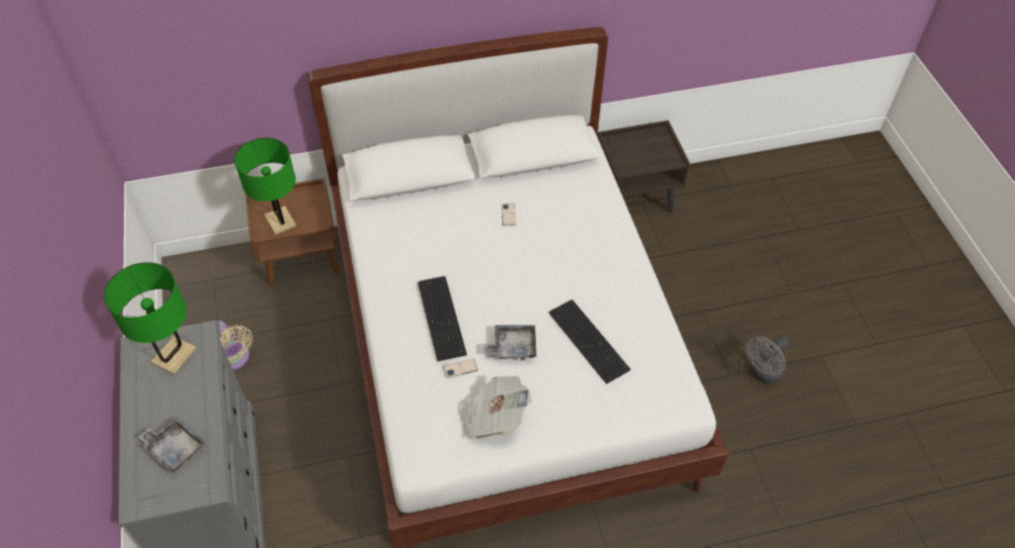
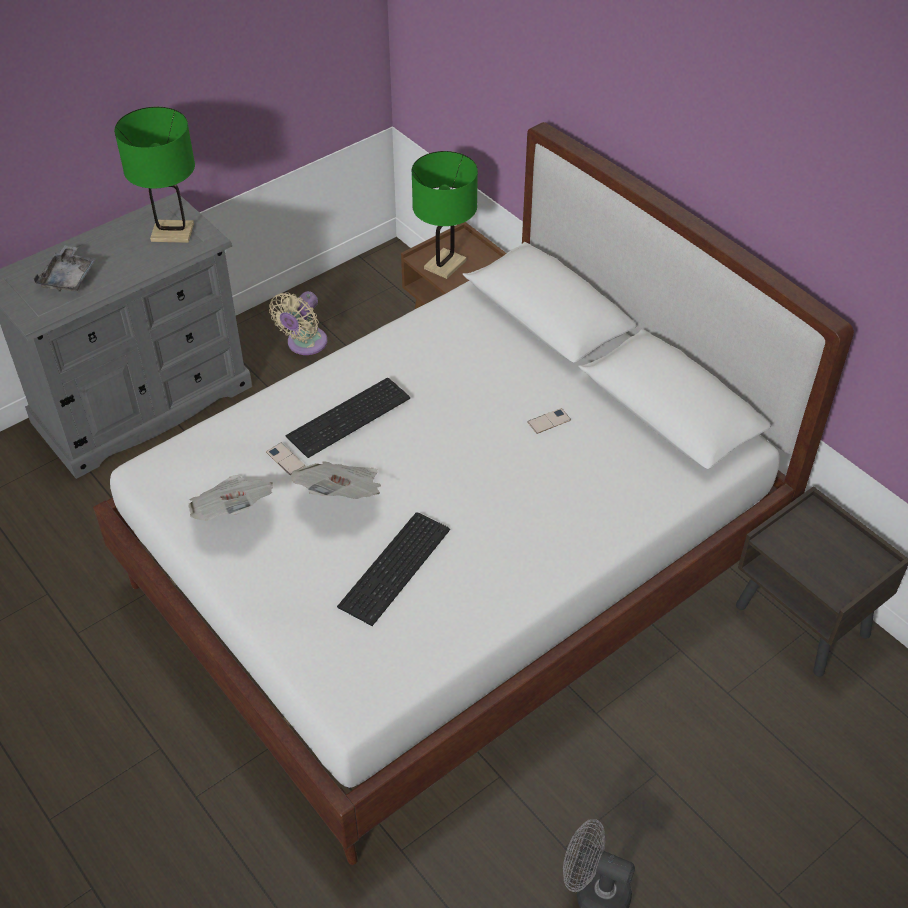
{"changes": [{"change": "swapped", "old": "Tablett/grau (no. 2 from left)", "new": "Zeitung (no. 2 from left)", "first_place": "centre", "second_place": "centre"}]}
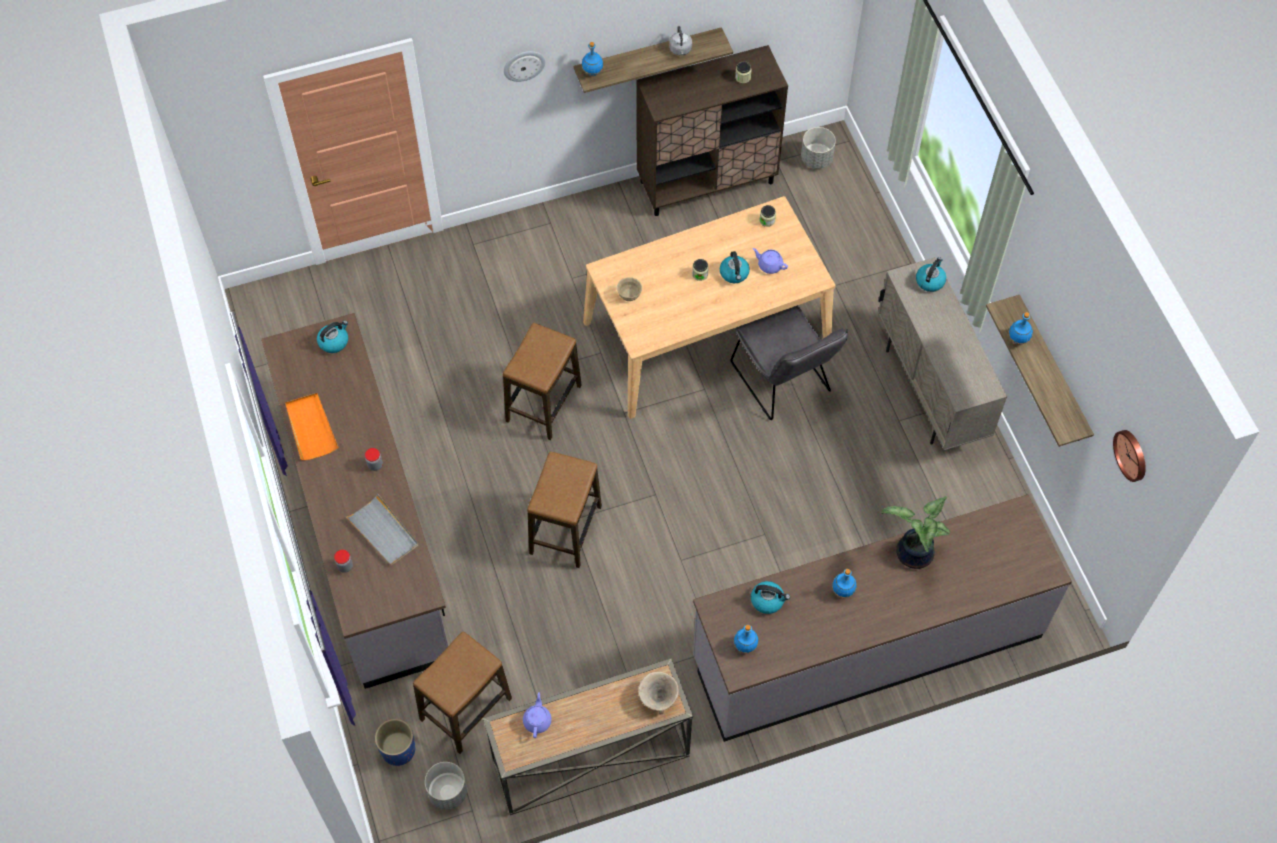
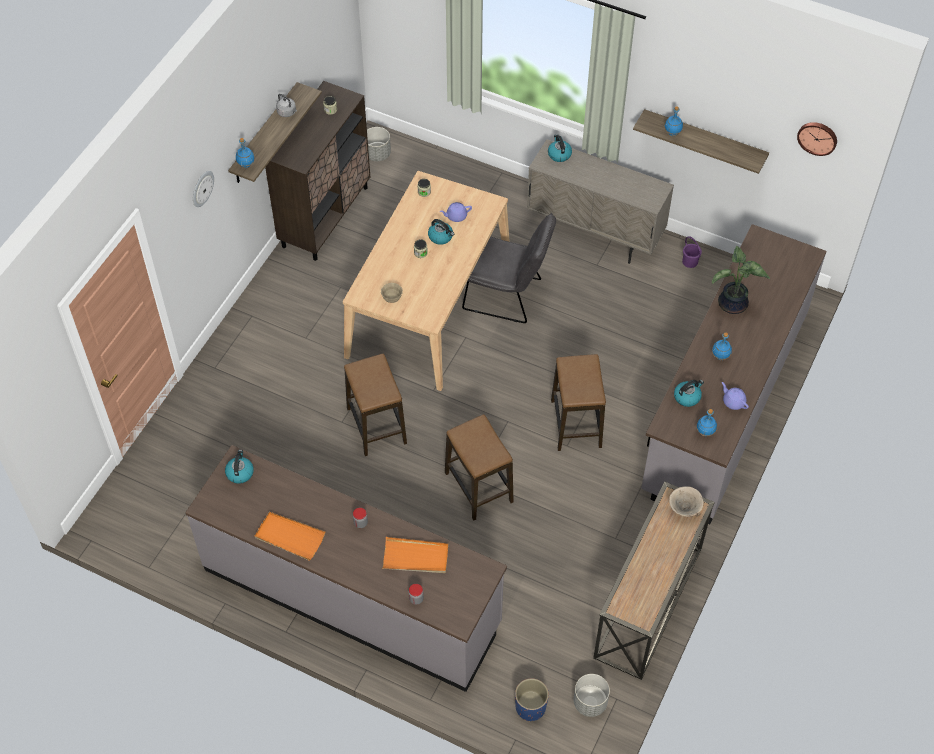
{"changes": [{"change": "repainted", "old": "Tablett/grau", "new": "Tablett/orange (no. 2 from left)", "first_place": "middle left", "second_place": "bottom centre"}, {"change": "shifted", "old": "Hocker (no. 1 from left in the first image)", "new": "Hocker (no. 3 from left)", "first_place": "bottom centre", "second_place": "centre"}, {"change": "shifted", "old": "Teekanne/lila (no. 1 from left in the first image)", "new": "Teekanne/lila (no. 2 from left)", "first_place": "bottom centre", "second_place": "middle right"}, {"change": "new", "new": "Eimer/lila", "second_place": "middle right"}]}
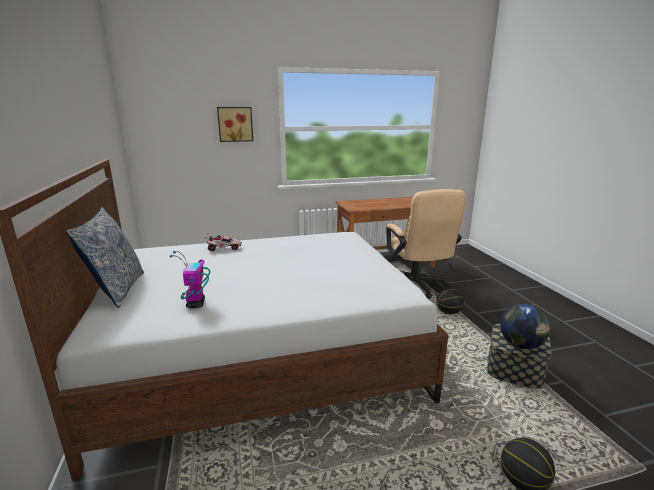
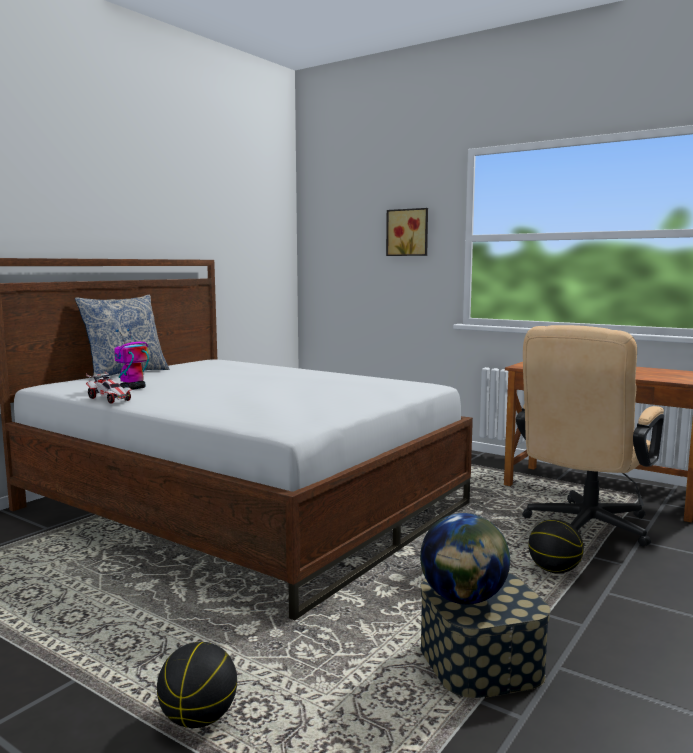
{"changes": [{"change": "shifted", "old": "Spielzeugauto", "first_place": "centre", "second_place": "middle left"}]}
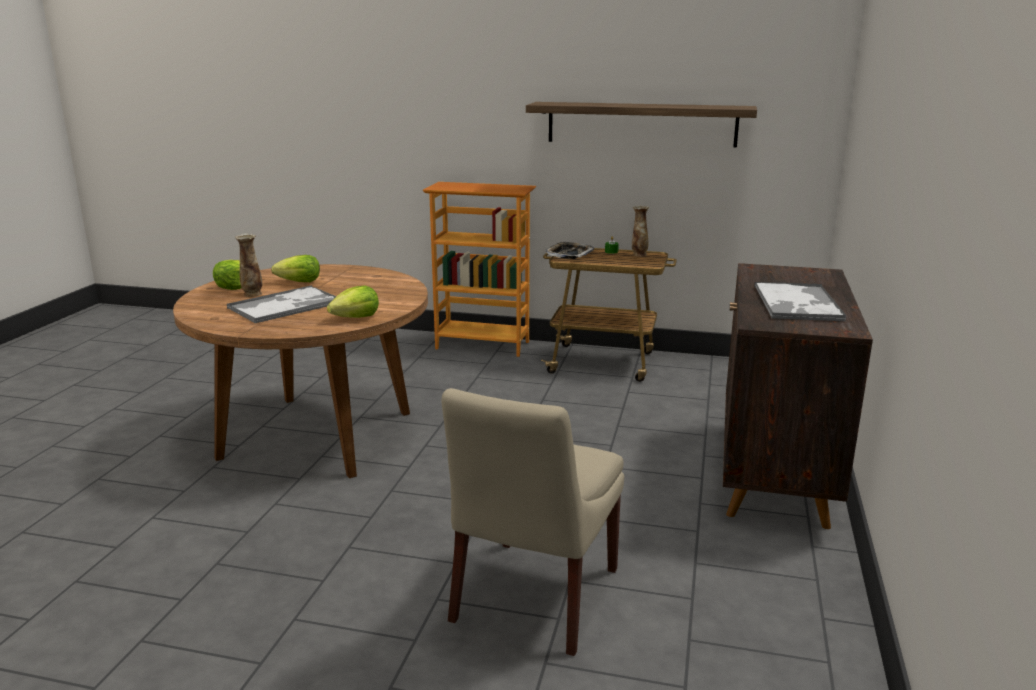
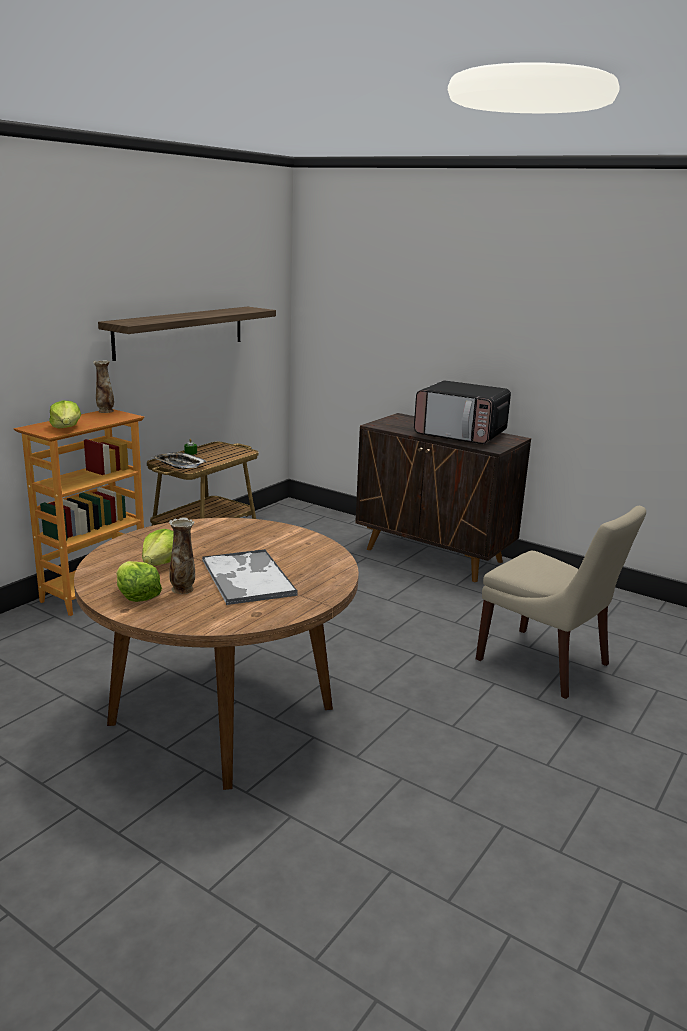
{"changes": [{"change": "shifted", "old": "Vase (no. 2 from left in the first image)", "new": "Vase (no. 1 from left)", "first_place": "centre", "second_place": "middle left"}, {"change": "swapped", "old": "Tablett (no. 3 from left)", "new": "Mikrowelle", "first_place": "middle right", "second_place": "middle right"}, {"change": "shifted", "old": "Salatkopf (no. 3 from left in the first image)", "new": "Salatkopf (no. 1 from left)", "first_place": "centre", "second_place": "middle left"}]}
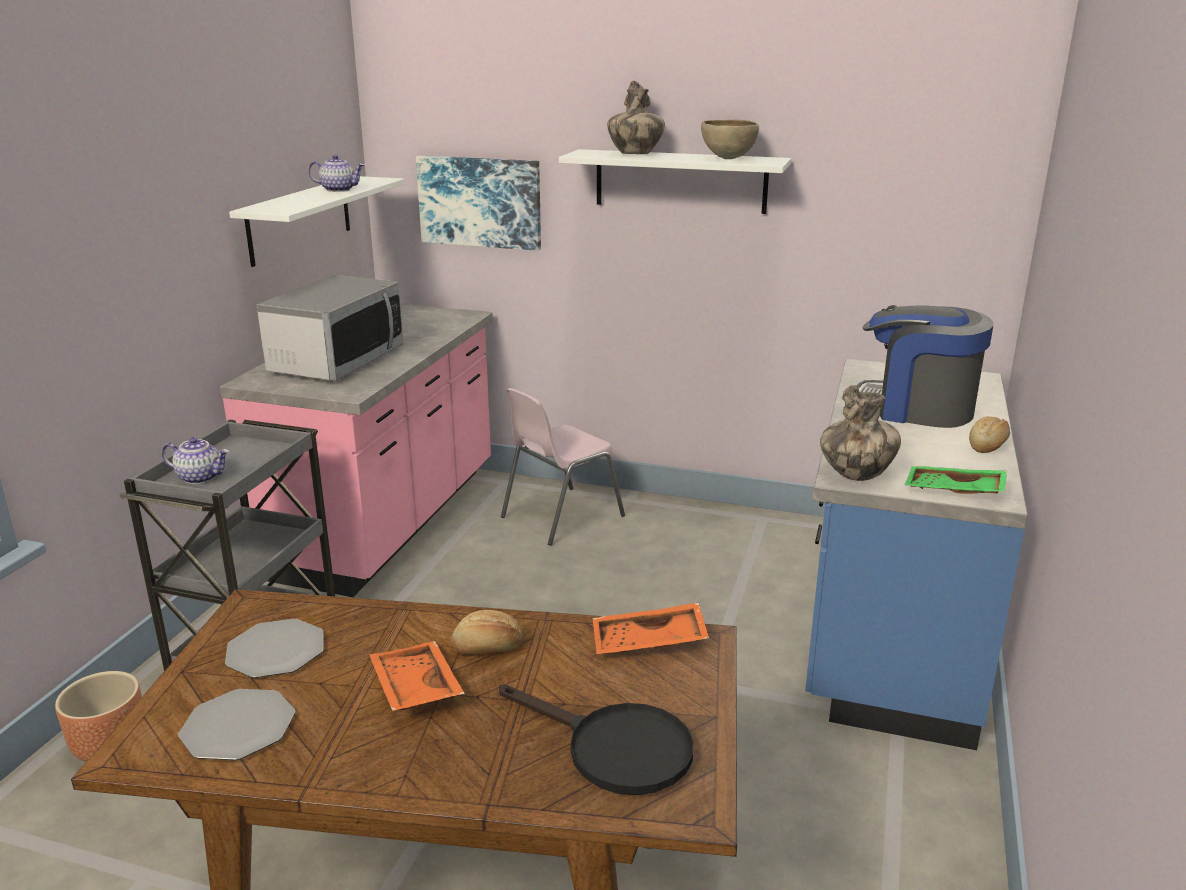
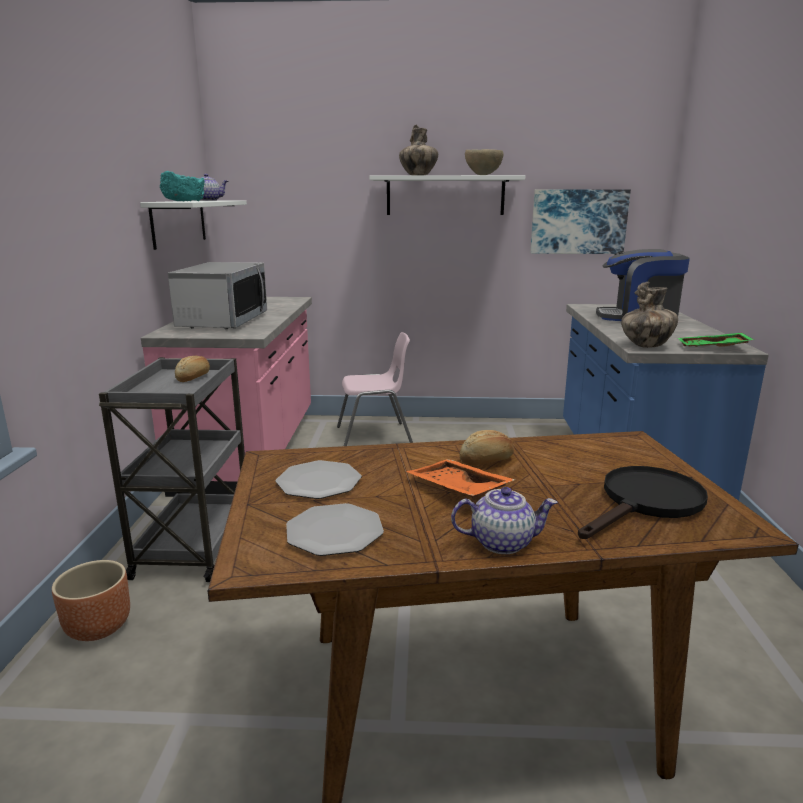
{"changes": [{"change": "shifted", "old": "Bild", "first_place": "top centre", "second_place": "top right"}, {"change": "rotated", "old": "Stuhl/rosa", "first_place": "centre", "second_place": "centre", "degrees": -135}, {"change": "shifted", "old": "Brot (no. 2 from left in the first image)", "new": "Brot (no. 1 from left)", "first_place": "middle right", "second_place": "middle left"}, {"change": "shifted", "old": "Teekanne (no. 1 from left in the first image)", "new": "Teekanne (no. 2 from left)", "first_place": "middle left", "second_place": "centre"}, {"change": "gone", "old": "Tablett/orange (no. 2 from left)", "first_place": "bottom centre"}, {"change": "rotated", "old": "Pfanne/schwarz", "first_place": "bottom centre", "second_place": "middle right", "degrees": -60}, {"change": "new", "new": "Schüssel/türkis", "second_place": "top left"}]}
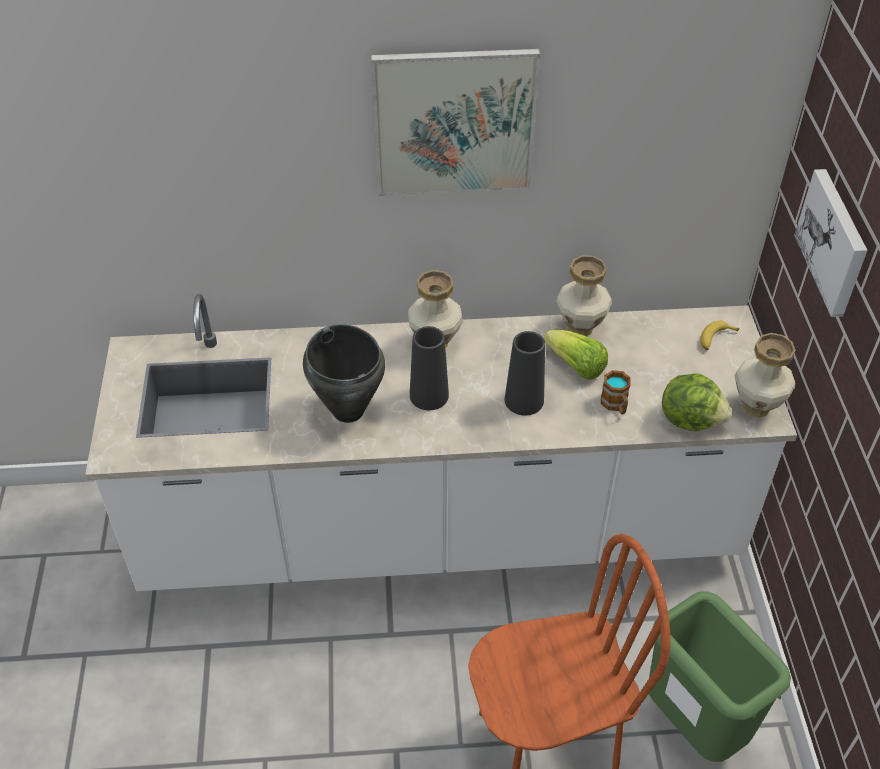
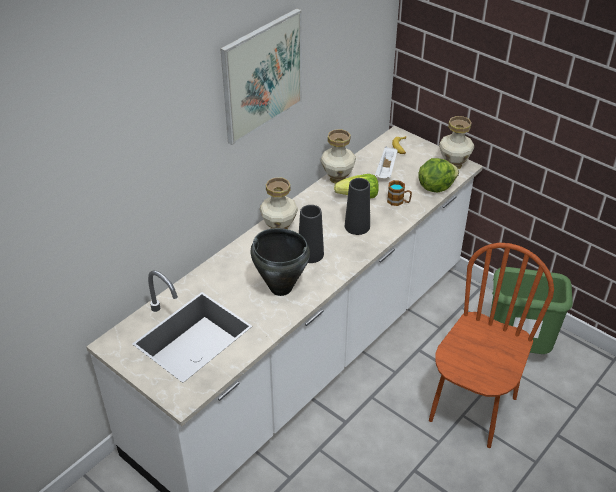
{"changes": [{"change": "gone", "old": "Bild (no. 2 from left)", "first_place": "top right"}, {"change": "new", "new": "Tablett/weiß", "second_place": "top centre"}]}
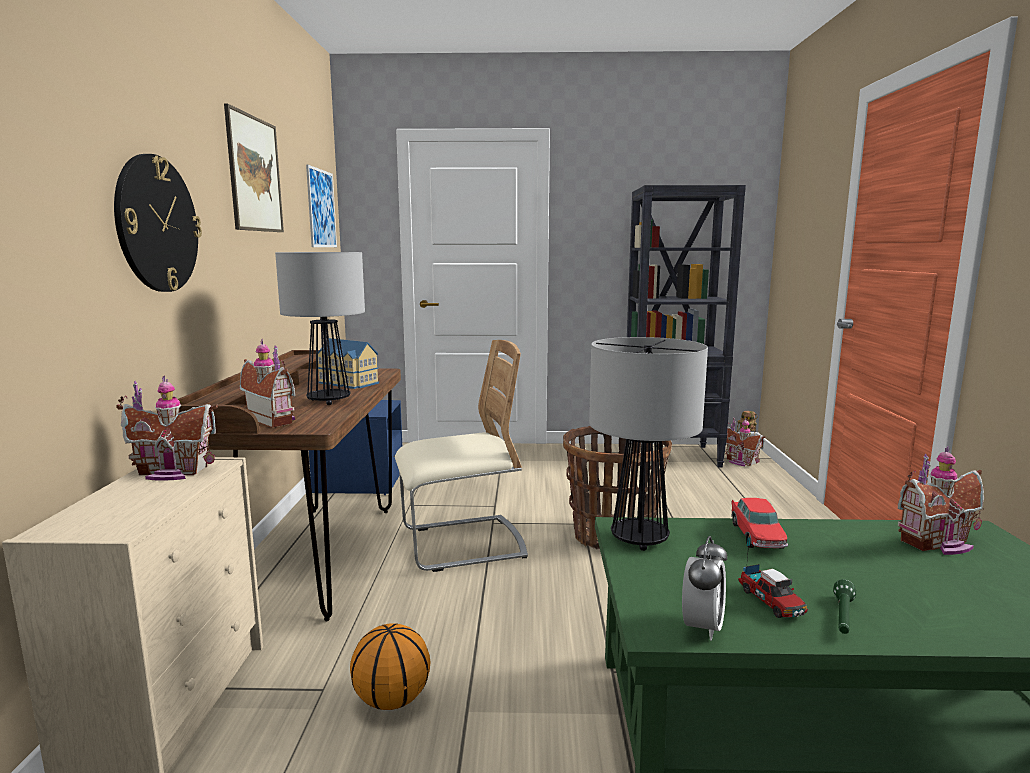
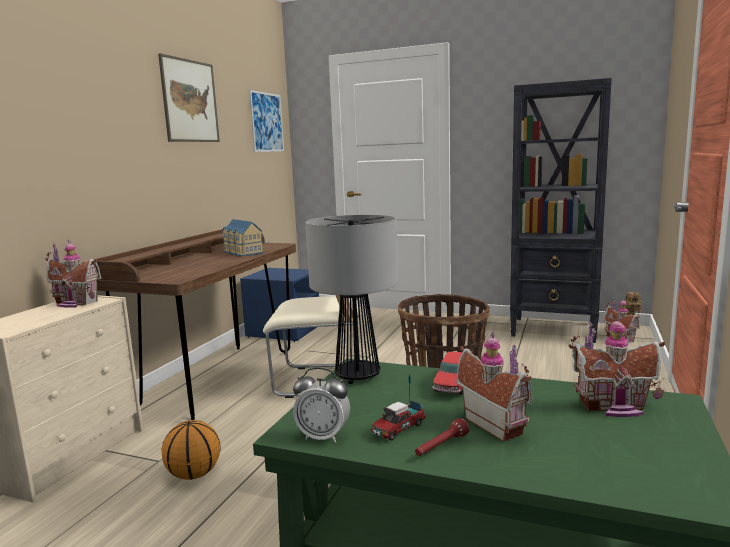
{"changes": [{"change": "gone", "old": "Wanduhr", "first_place": "top left"}, {"change": "gone", "old": "Tischlampe (no. 1 from left)", "first_place": "middle left"}, {"change": "shifted", "old": "Spielzeughaus (no. 2 from left in the first image)", "new": "Spielzeughaus (no. 3 from left)", "first_place": "middle left", "second_place": "bottom right"}, {"change": "rotated", "old": "Spielzeuglaster", "first_place": "bottom right", "second_place": "bottom centre", "degrees": 45}, {"change": "rotated", "old": "Wecker", "first_place": "bottom right", "second_place": "bottom centre", "degrees": 60}, {"change": "repainted", "old": "Taschenlampe/grün", "new": "Taschenlampe/rot", "first_place": "bottom right", "second_place": "bottom centre"}]}
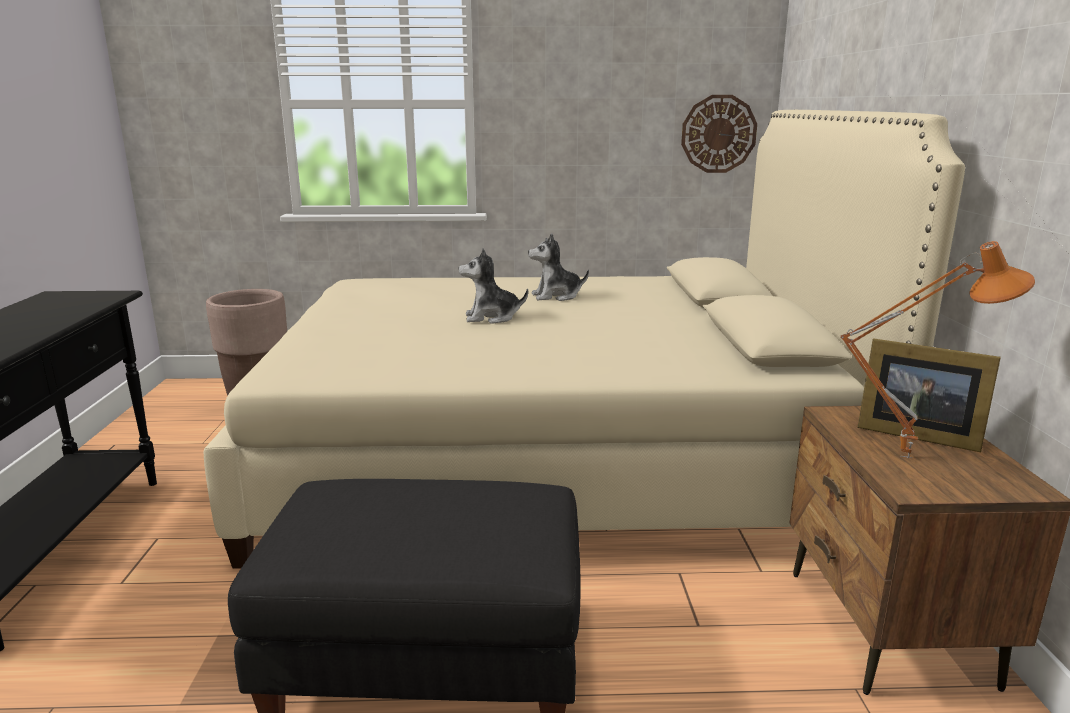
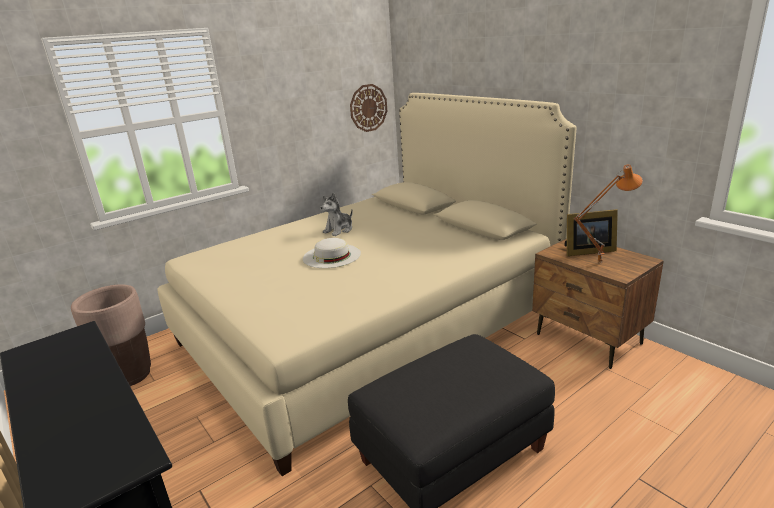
{"changes": [{"change": "swapped", "old": "Plüschtier (no. 1 from left)", "new": "Hut/weiß", "first_place": "centre", "second_place": "centre"}]}
